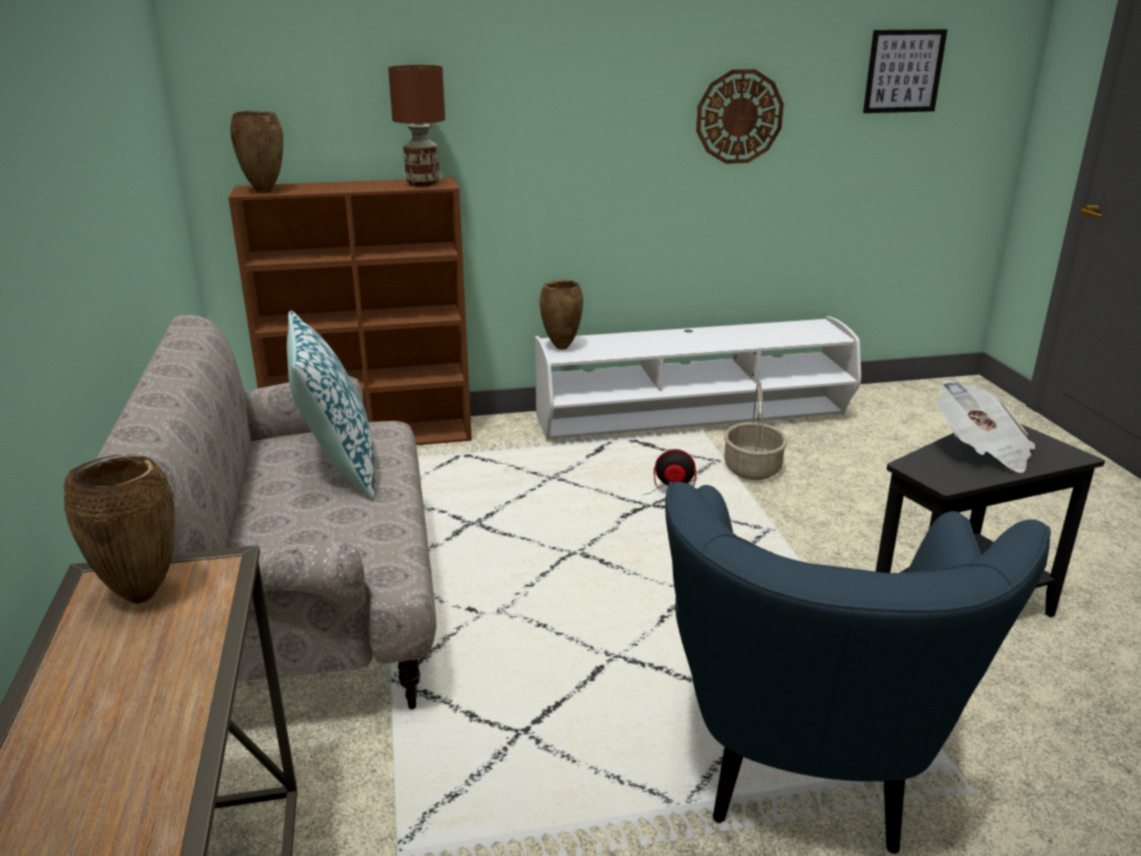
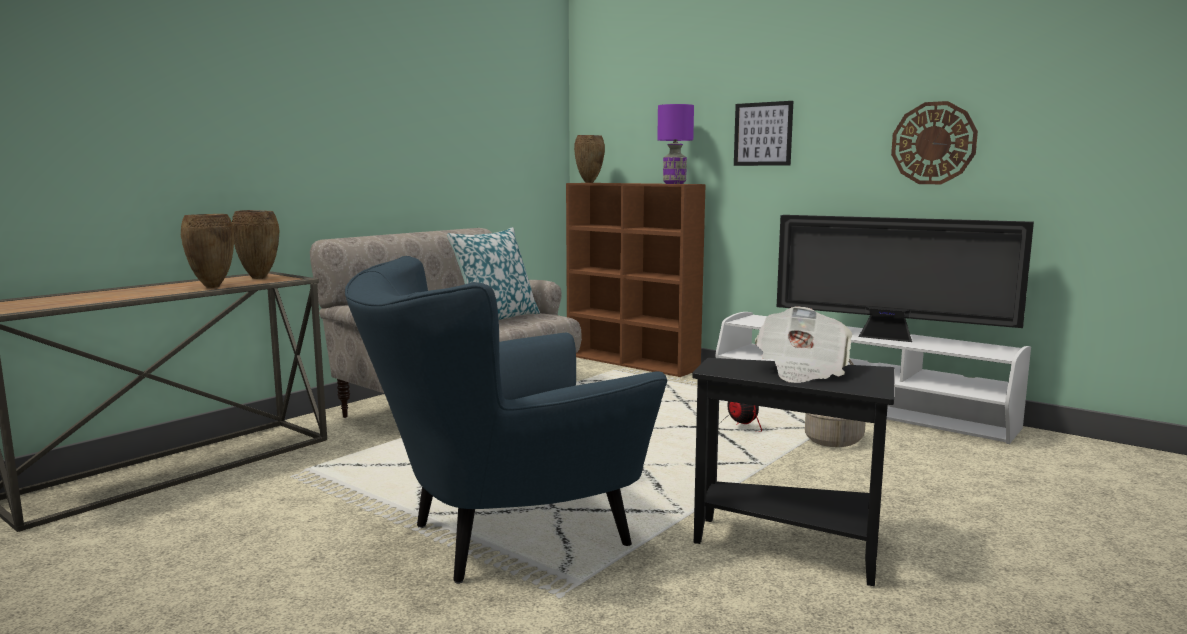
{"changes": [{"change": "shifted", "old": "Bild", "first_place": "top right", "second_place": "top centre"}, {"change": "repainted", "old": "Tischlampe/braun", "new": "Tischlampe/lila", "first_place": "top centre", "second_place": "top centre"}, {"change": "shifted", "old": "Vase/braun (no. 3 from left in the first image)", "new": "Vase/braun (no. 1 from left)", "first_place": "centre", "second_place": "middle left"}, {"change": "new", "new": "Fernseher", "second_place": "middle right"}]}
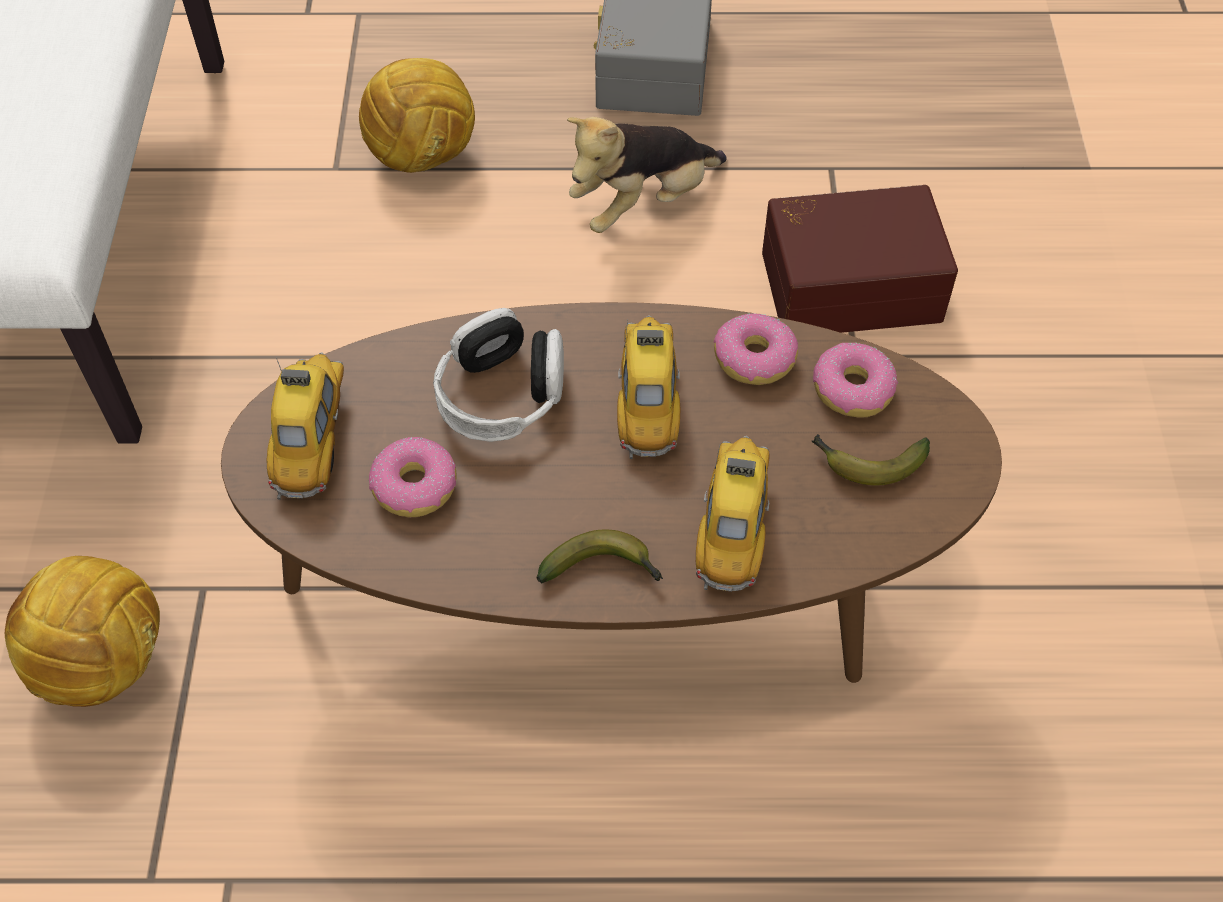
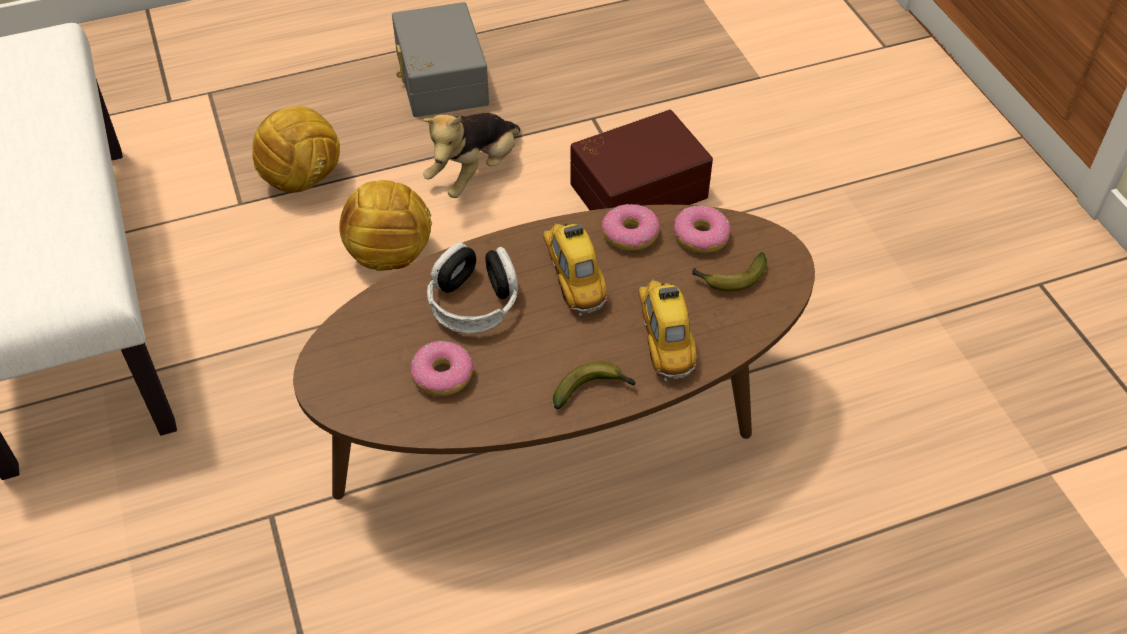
{"changes": [{"change": "gone", "old": "Spielzeugauto (no. 1 from left)", "first_place": "middle left"}, {"change": "shifted", "old": "Fußball (no. 1 from left in the first image)", "new": "Fußball (no. 2 from left)", "first_place": "bottom left", "second_place": "centre"}]}
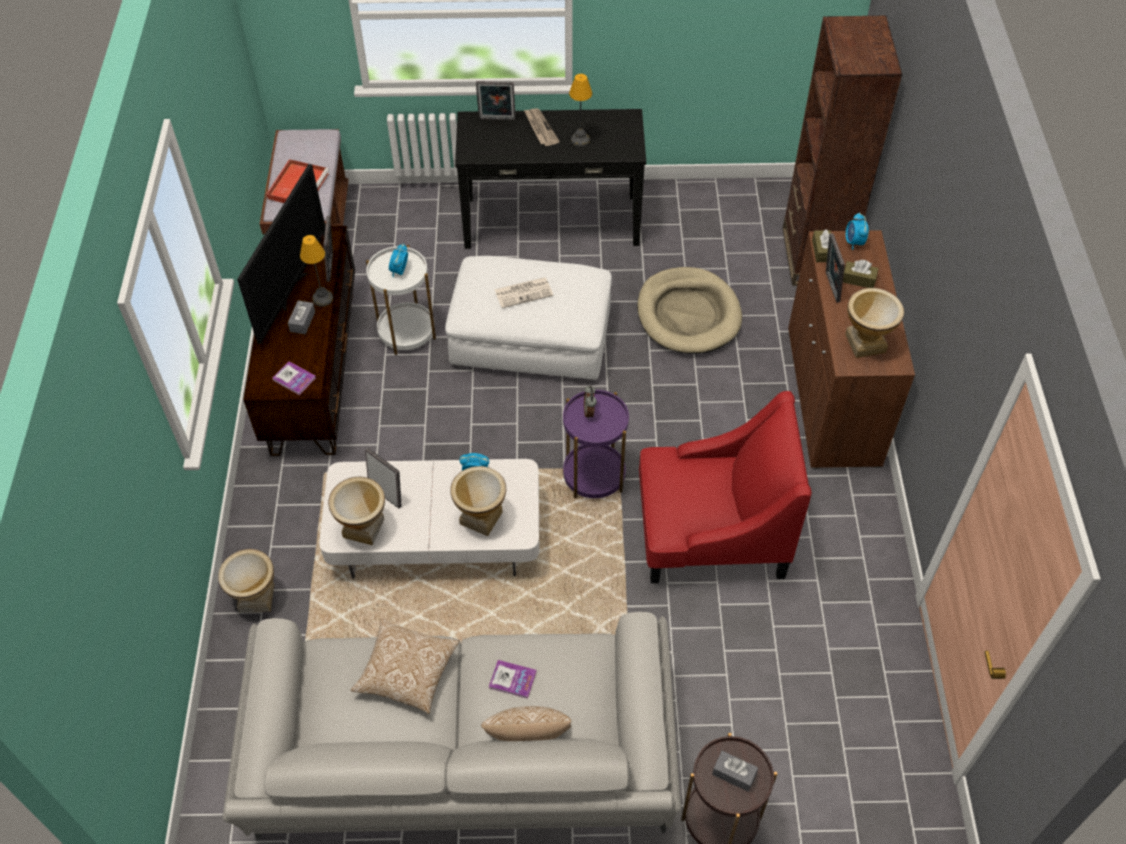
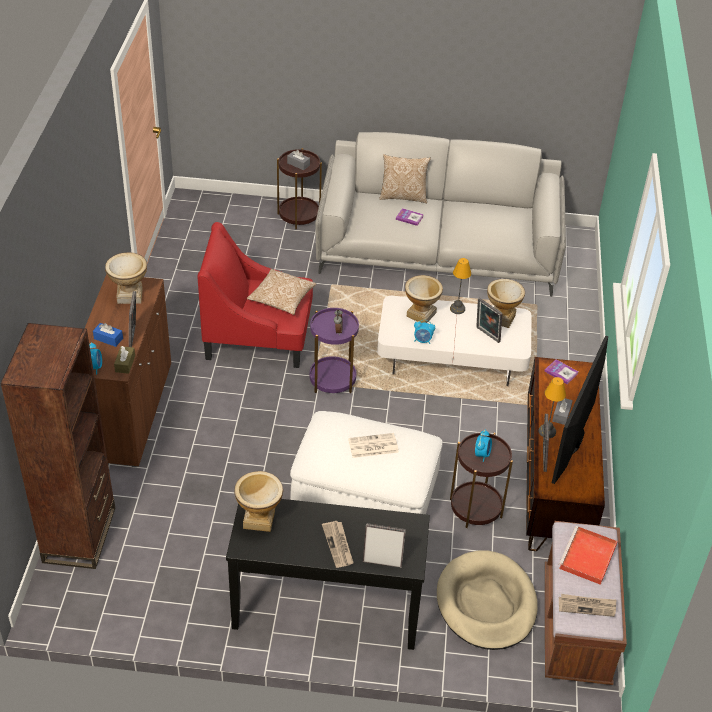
{"changes": [{"change": "shifted", "old": "Tischlampe (no. 2 from left in the first image)", "new": "Tischlampe (no. 1 from left)", "first_place": "top centre", "second_place": "centre"}, {"change": "repainted", "old": "Beistelltisch/weiß", "new": "Beistelltisch/braun (no. 2 from left)", "first_place": "centre", "second_place": "bottom right"}, {"change": "repainted", "old": "Taschentuchbox/braun (no. 2 from left)", "new": "Taschentuchbox/blau", "first_place": "top right", "second_place": "middle left"}, {"change": "shifted", "old": "Hundebett/beige", "first_place": "centre", "second_place": "bottom right"}, {"change": "shifted", "old": "Vase (no. 1 from left in the first image)", "new": "Vase (no. 2 from left)", "first_place": "bottom left", "second_place": "bottom centre"}, {"change": "shifted", "old": "Kissen (no. 1 from left)", "first_place": "bottom centre", "second_place": "centre"}, {"change": "new", "new": "Zeitung (no. 3 from left)", "second_place": "bottom right"}]}
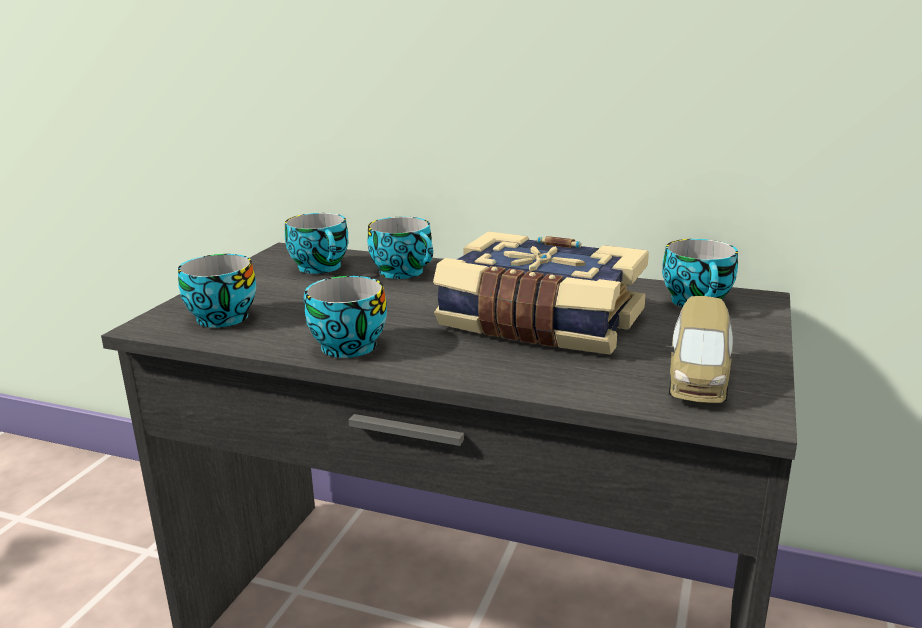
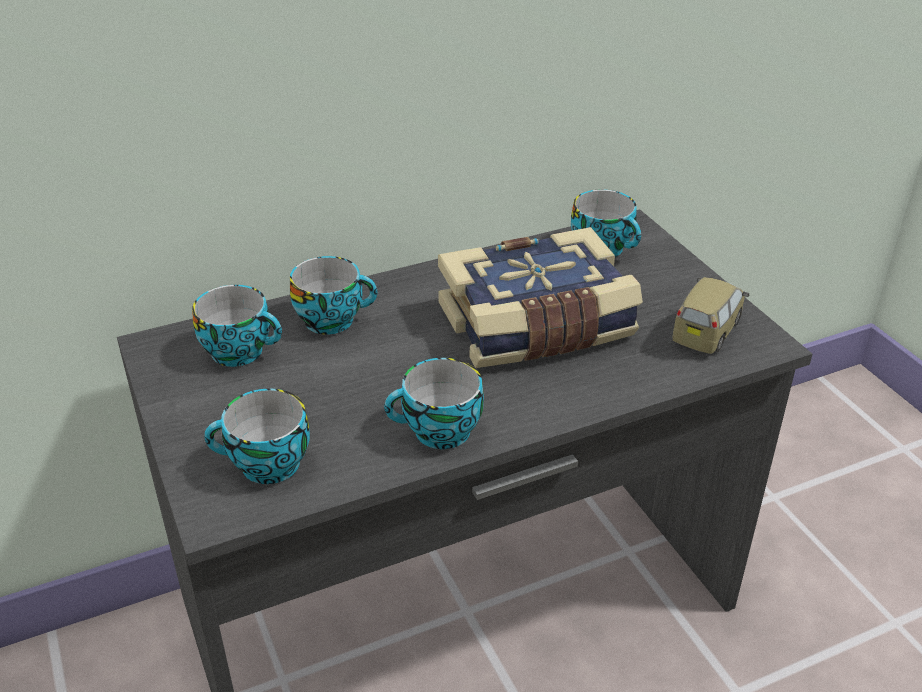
{"changes": [{"change": "rotated", "old": "Spielzeugauto", "first_place": "middle right", "second_place": "middle right", "degrees": -120}]}
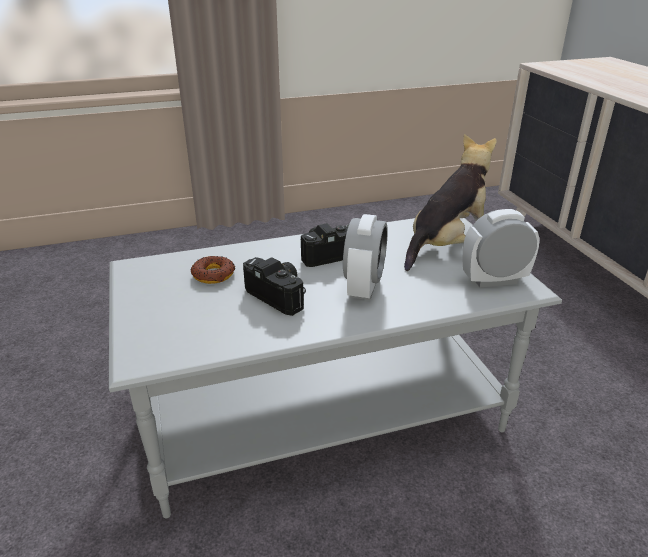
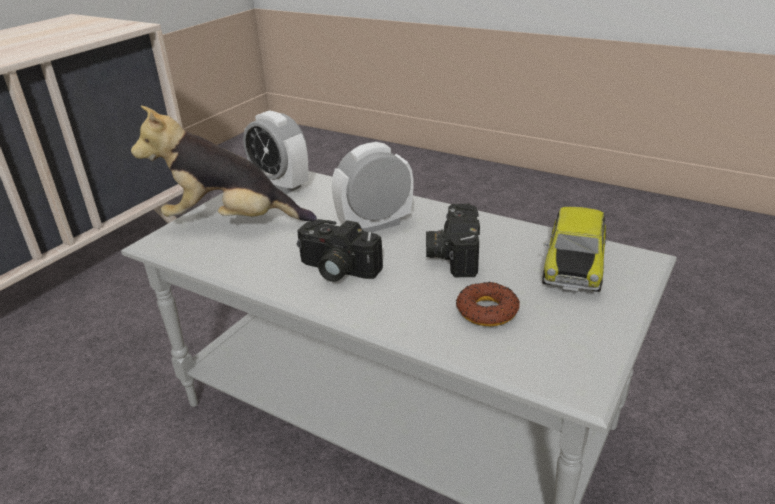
{"changes": [{"change": "new", "new": "Spielzeugauto", "second_place": "middle right"}]}
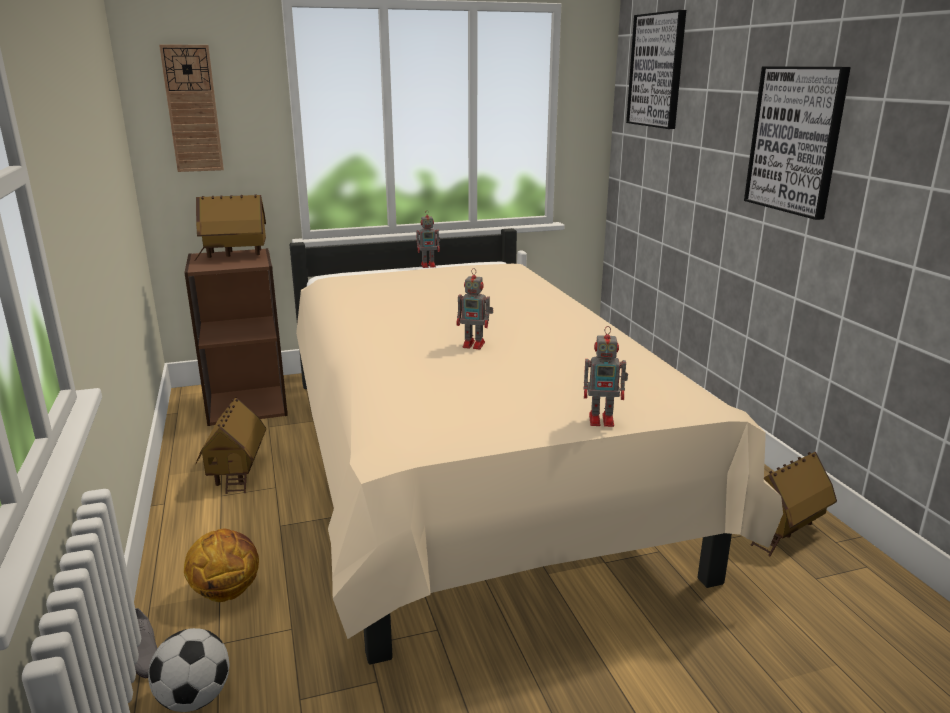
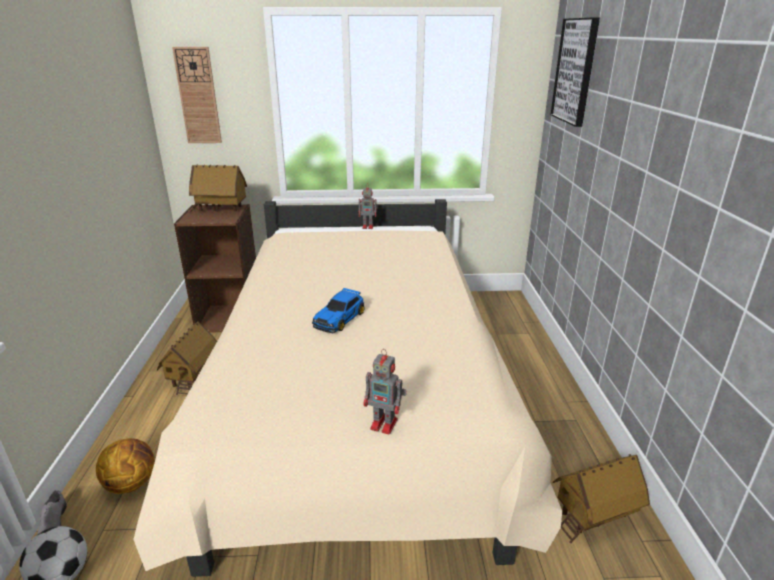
{"changes": [{"change": "gone", "old": "Bild (no. 2 from left)", "first_place": "top right"}, {"change": "swapped", "old": "Spielzeugroboter (no. 2 from left)", "new": "Spielzeugauto", "first_place": "centre", "second_place": "centre"}]}
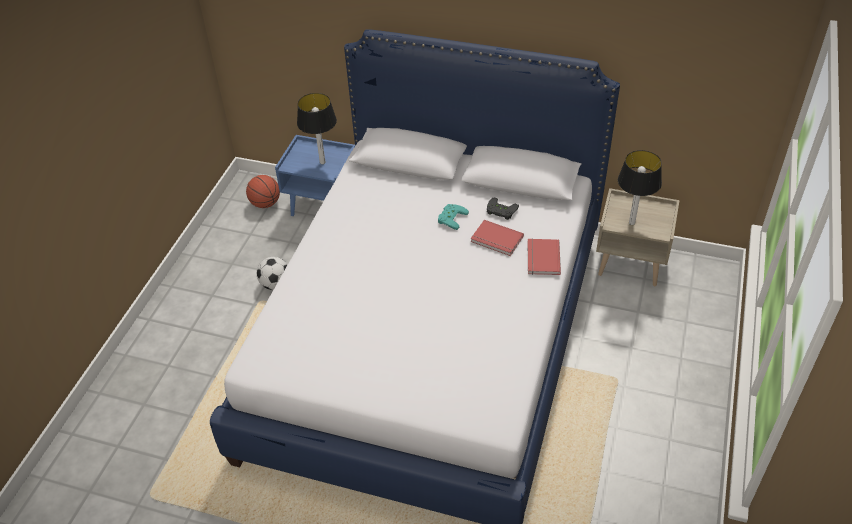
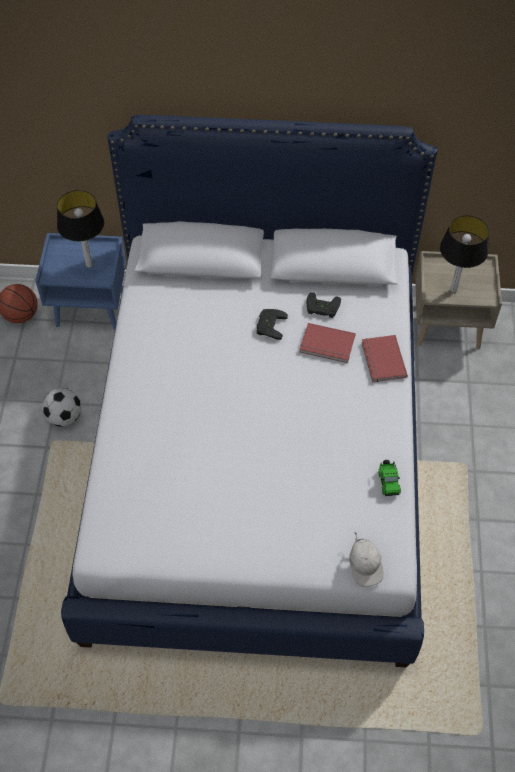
{"changes": [{"change": "repainted", "old": "Gamepad/türkis", "new": "Gamepad/schwarz (no. 1 from left)", "first_place": "centre", "second_place": "centre"}, {"change": "new", "new": "Spielzeugauto", "second_place": "middle right"}, {"change": "new", "new": "Kappe/weiß", "second_place": "bottom right"}]}
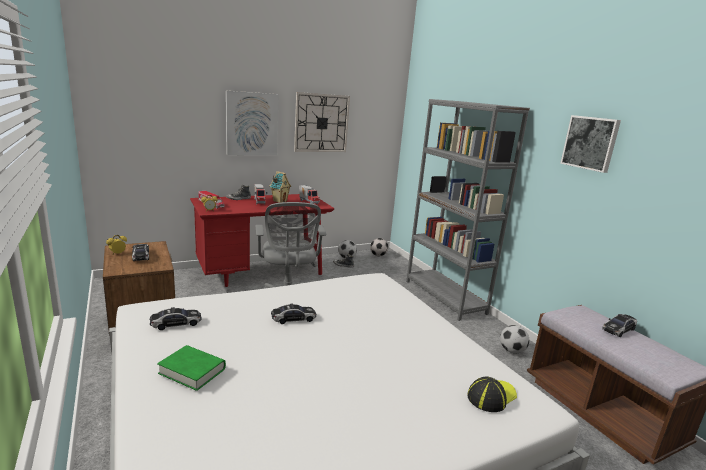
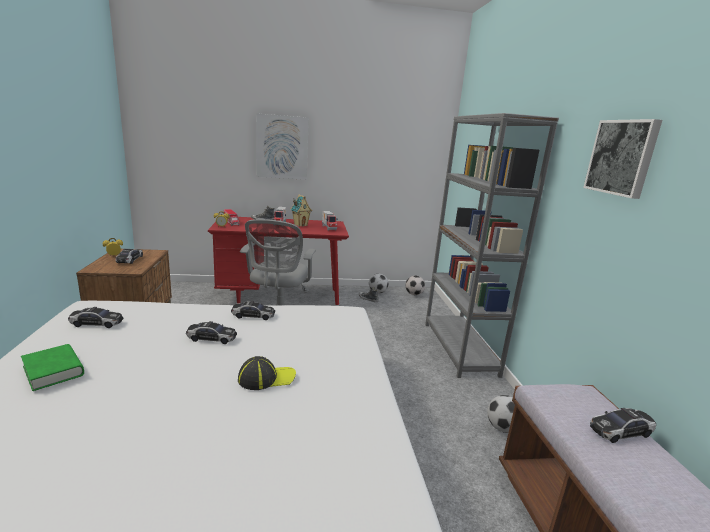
{"changes": [{"change": "gone", "old": "Wanduhr", "first_place": "top centre"}, {"change": "shifted", "old": "Kappe", "first_place": "bottom right", "second_place": "bottom centre"}, {"change": "new", "new": "Spielzeugauto (no. 4 from left)", "second_place": "centre"}]}
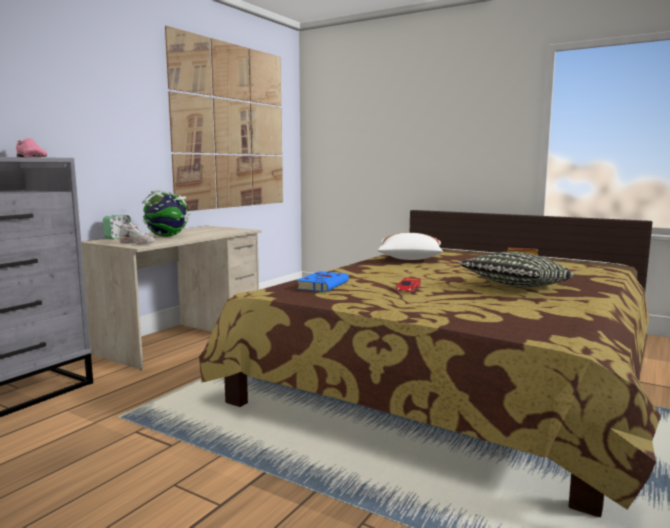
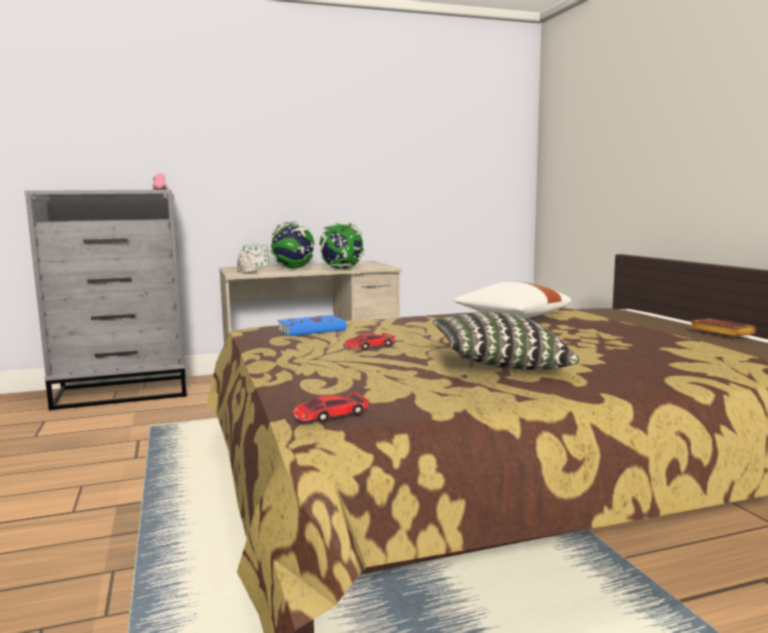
{"changes": [{"change": "gone", "old": "Bild", "first_place": "top centre"}, {"change": "new", "new": "Globus (no. 2 from left)", "second_place": "centre"}, {"change": "new", "new": "Spielzeugauto (no. 1 from left)", "second_place": "centre"}]}
